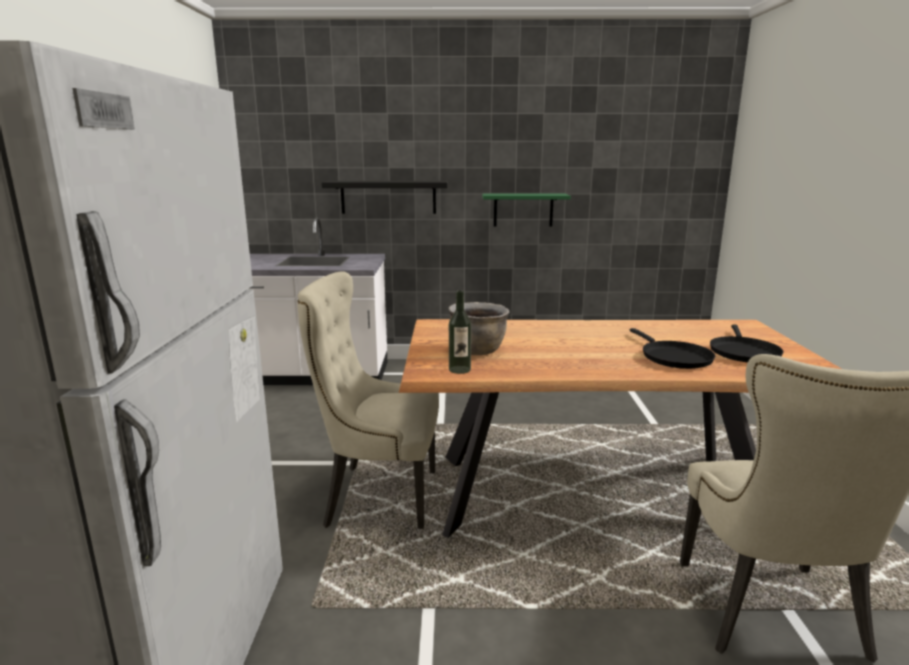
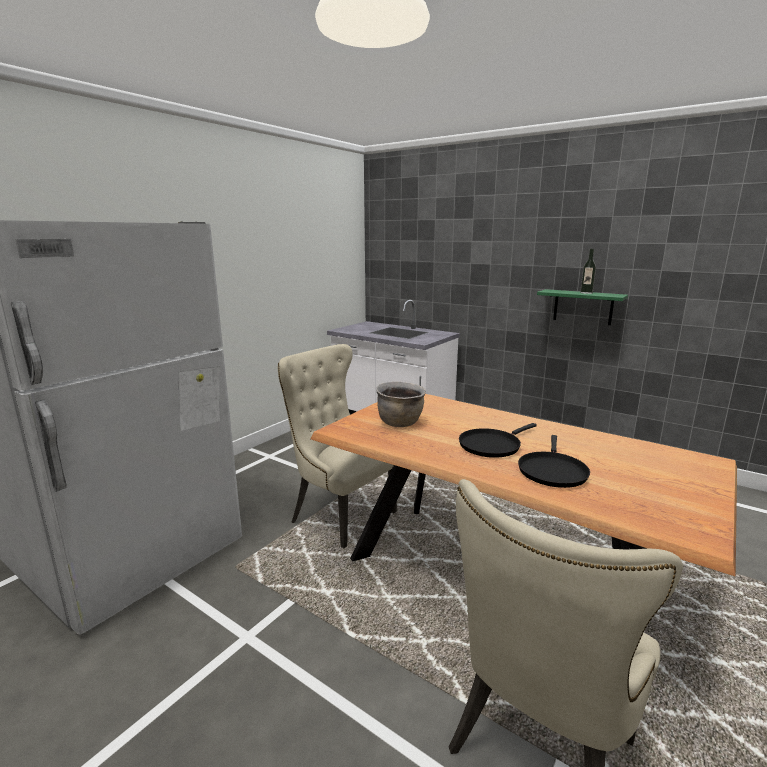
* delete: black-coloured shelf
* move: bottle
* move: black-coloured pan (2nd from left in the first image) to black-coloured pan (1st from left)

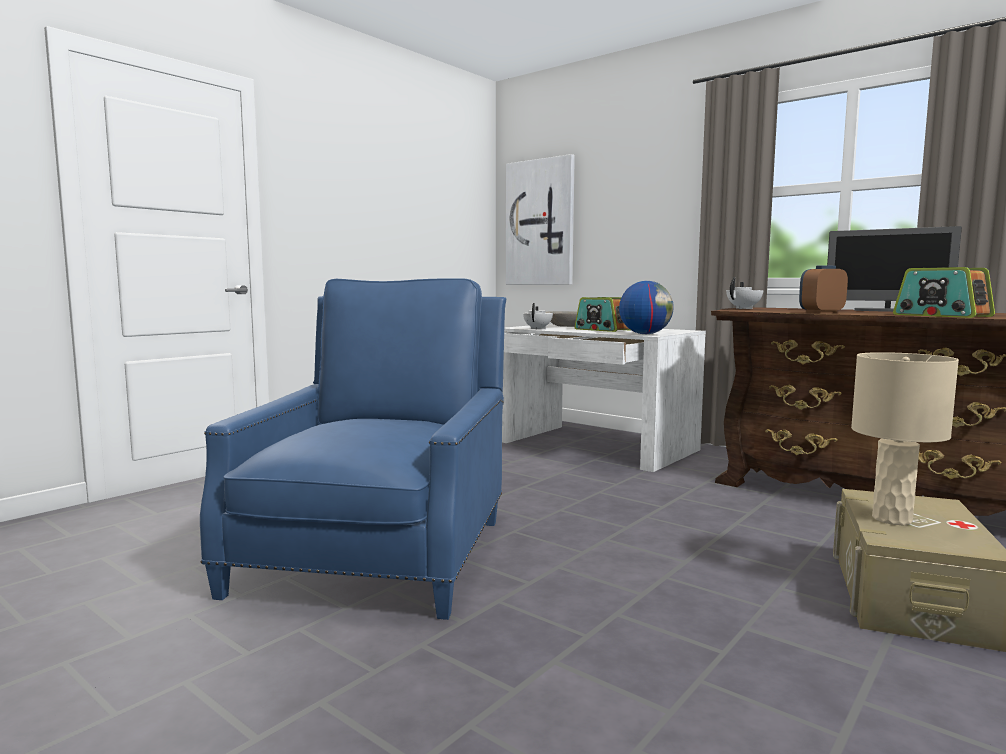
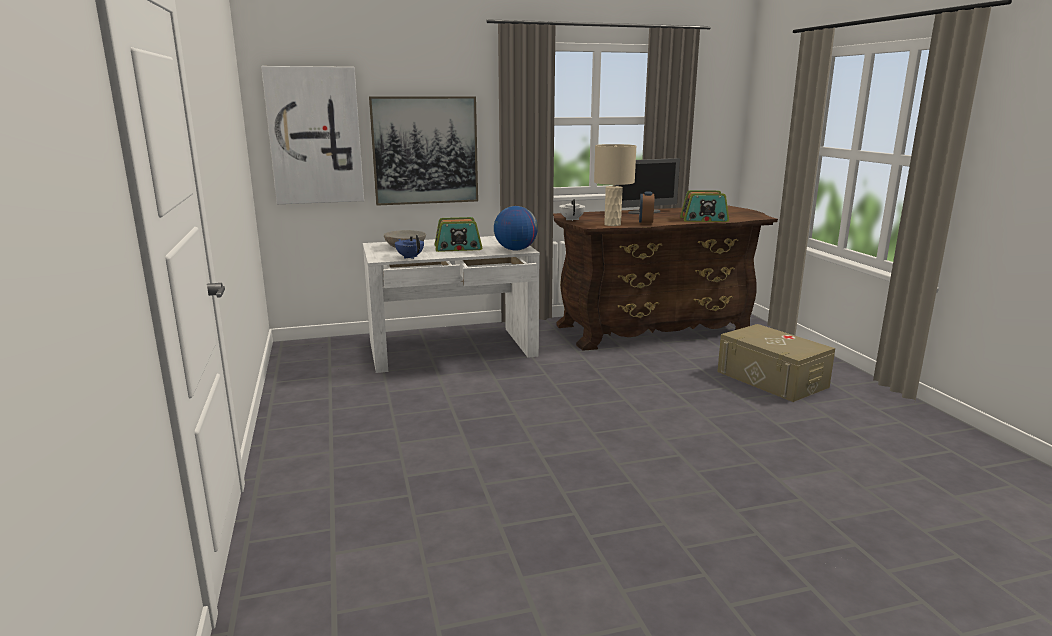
* delete: bluish easy chair
* insert: wall picture (2nd from left)
* move: sand-coloured table lamp
* recolor: white-coloured teapot (1st from left) to bluish teapot

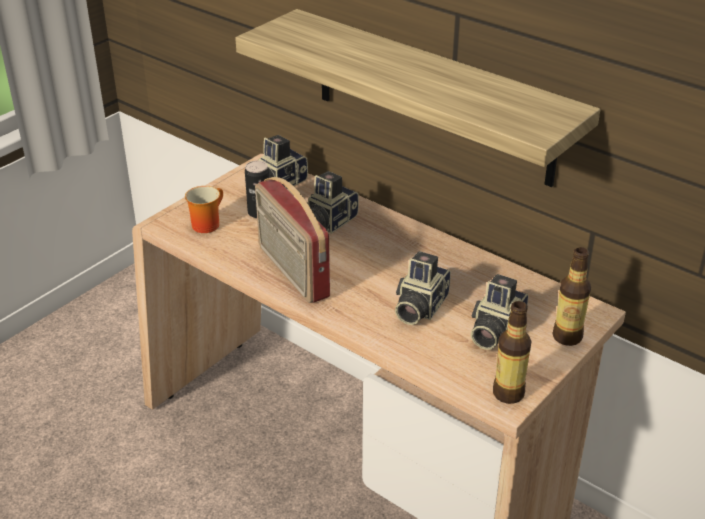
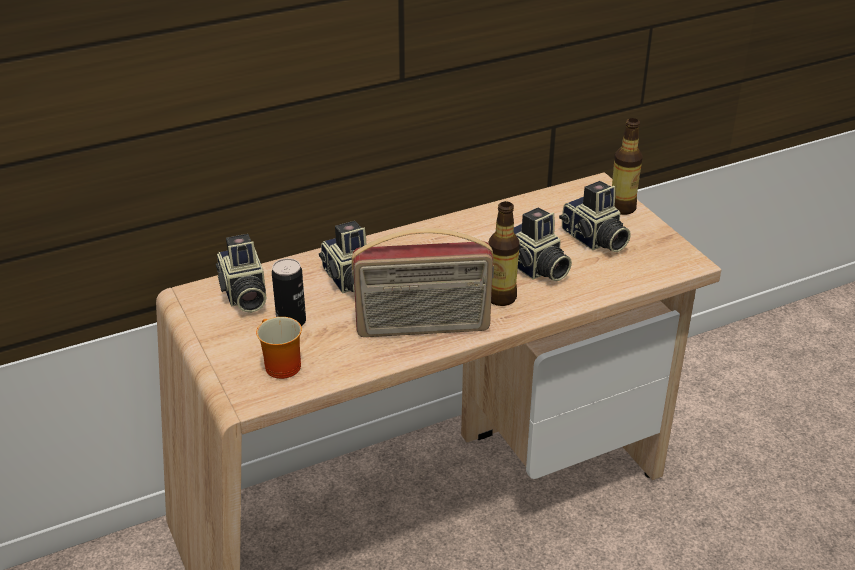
* delete: shelf
* move: bottle (1st from left)

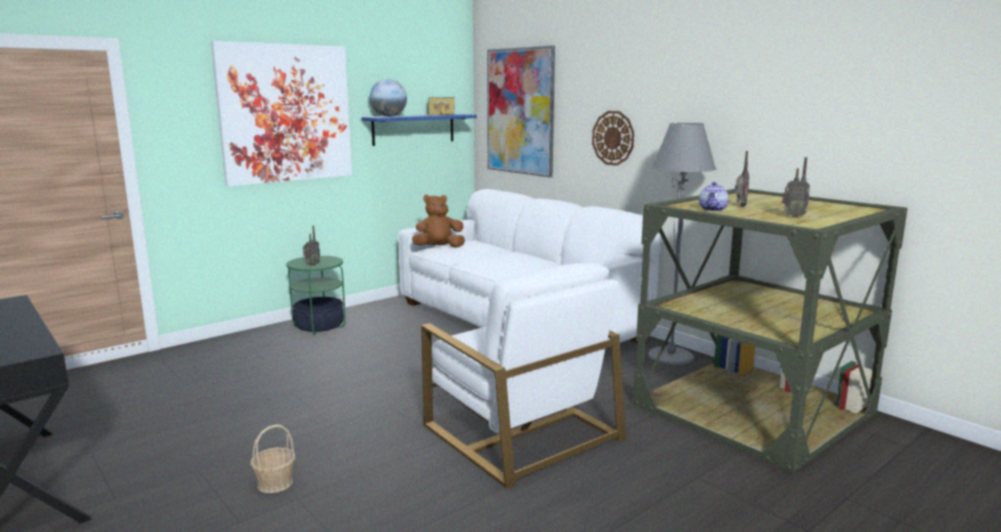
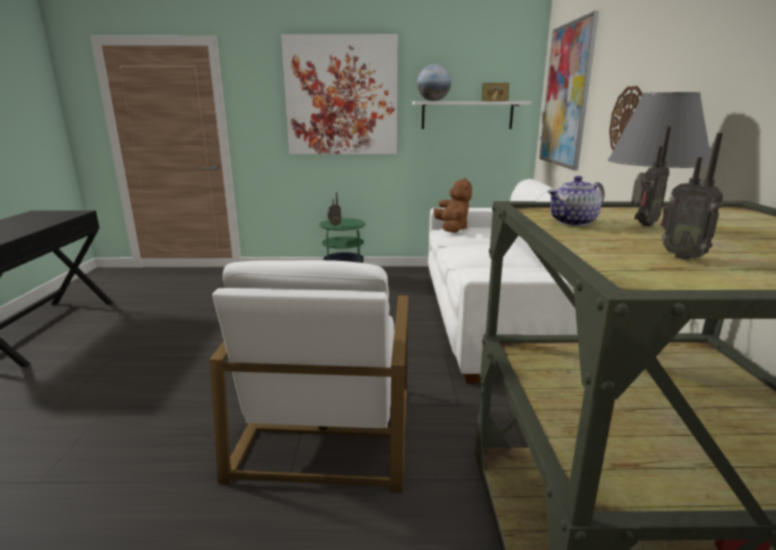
* delete: storage basket
* recolor: bluish shelf to white-coloured shelf
* rotate: brownish plush toy 60 degrees clockwise

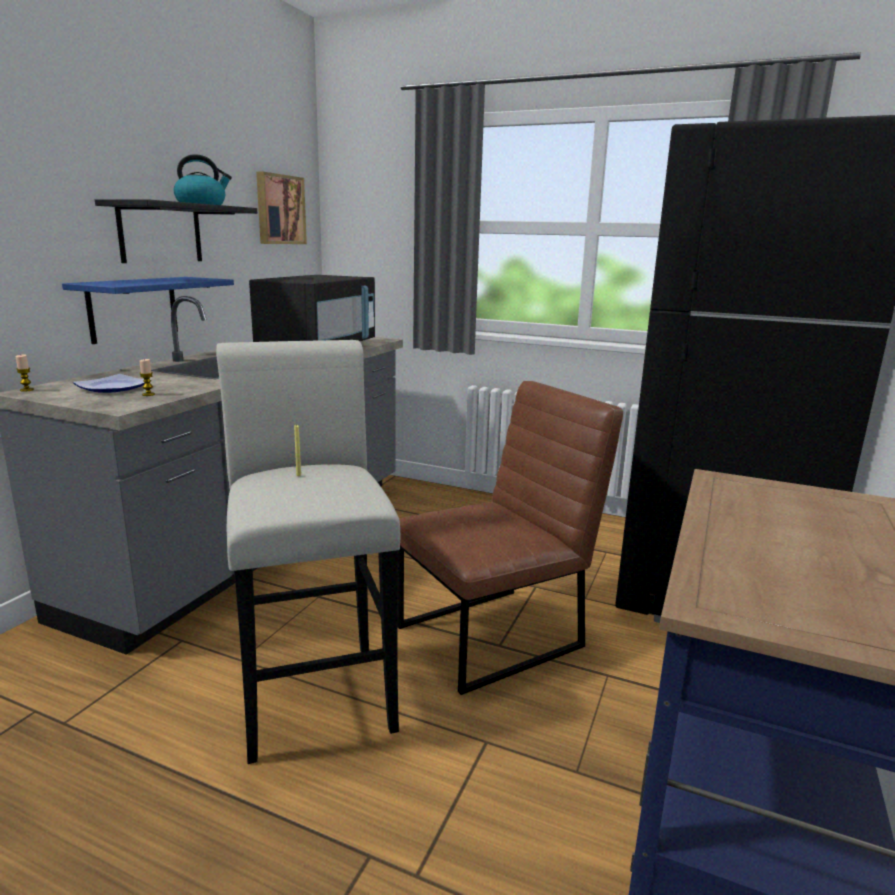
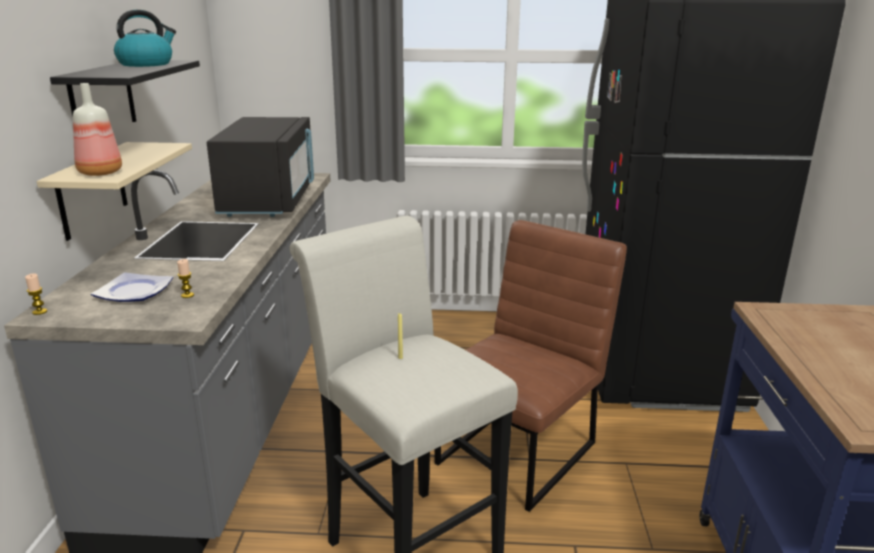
* delete: wall picture
* insert: bottle
* recolor: bluish shelf to sand-coloured shelf

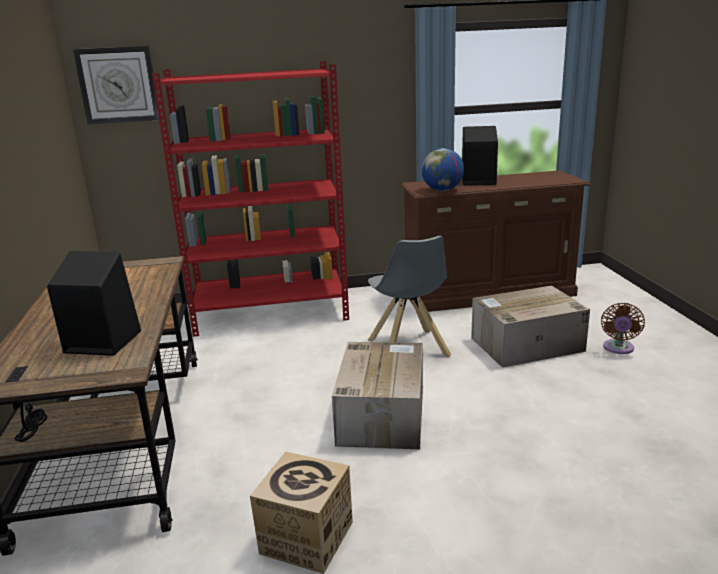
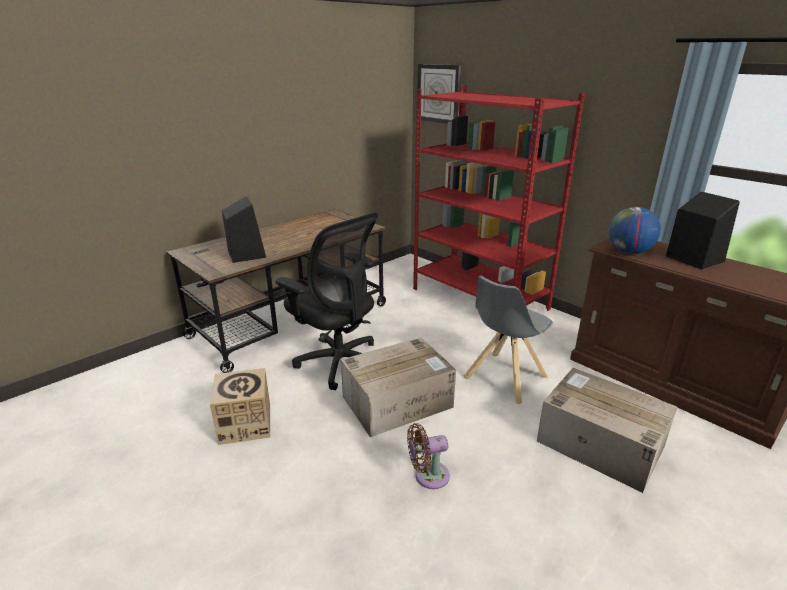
* insert: black-coloured computer chair
* move: brownish electric fan

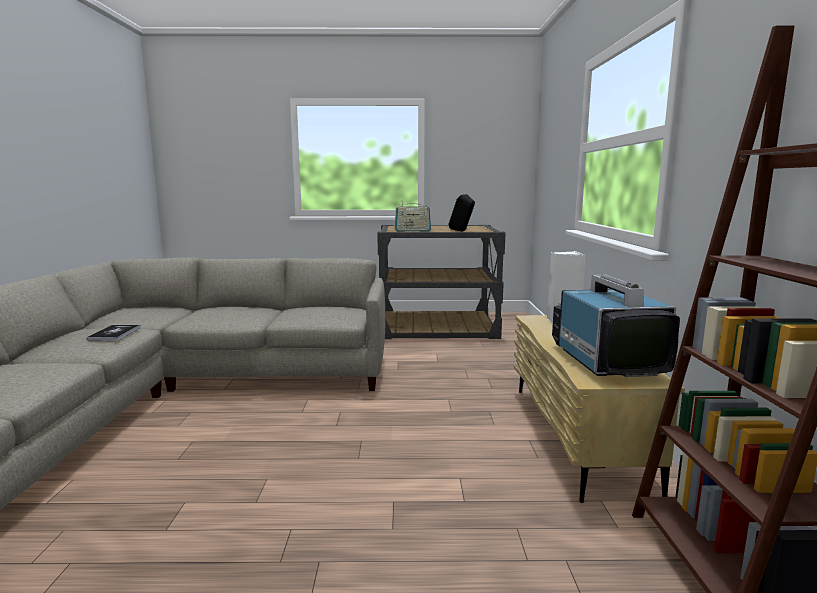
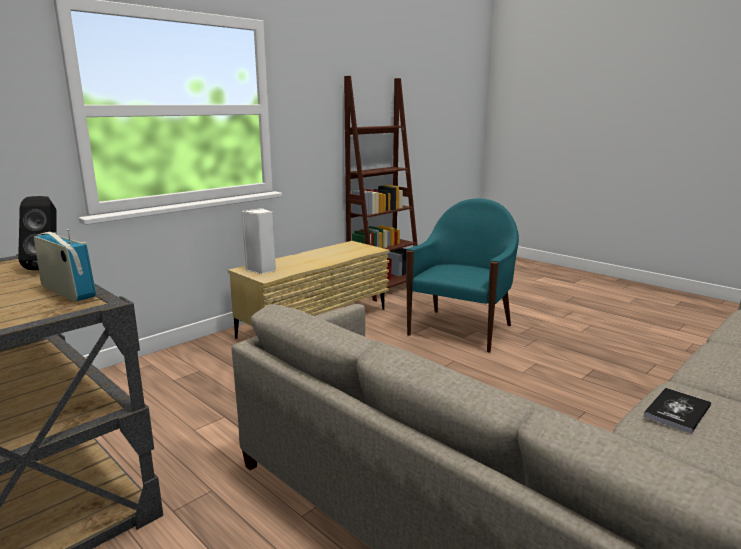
* delete: television
* insert: turquoise-coloured easy chair

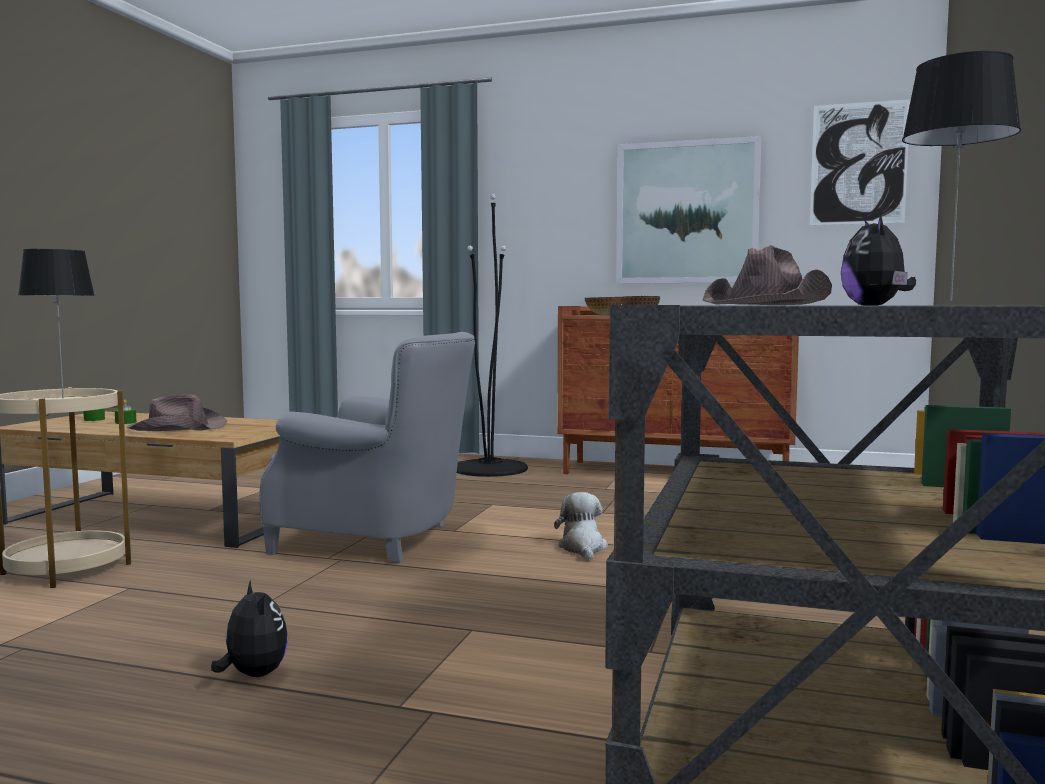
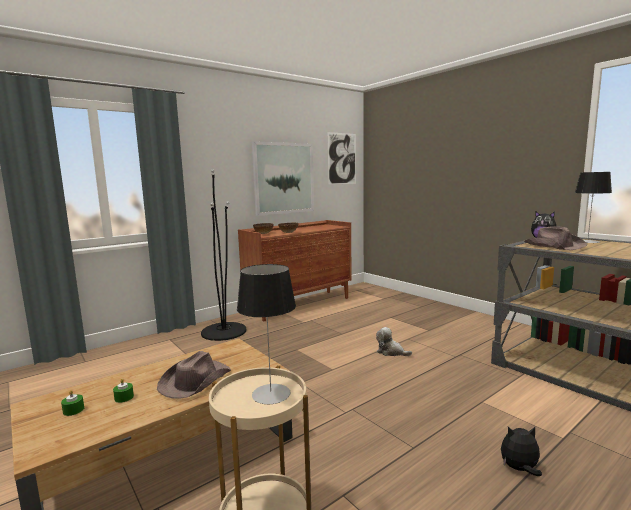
* delete: greyish easy chair

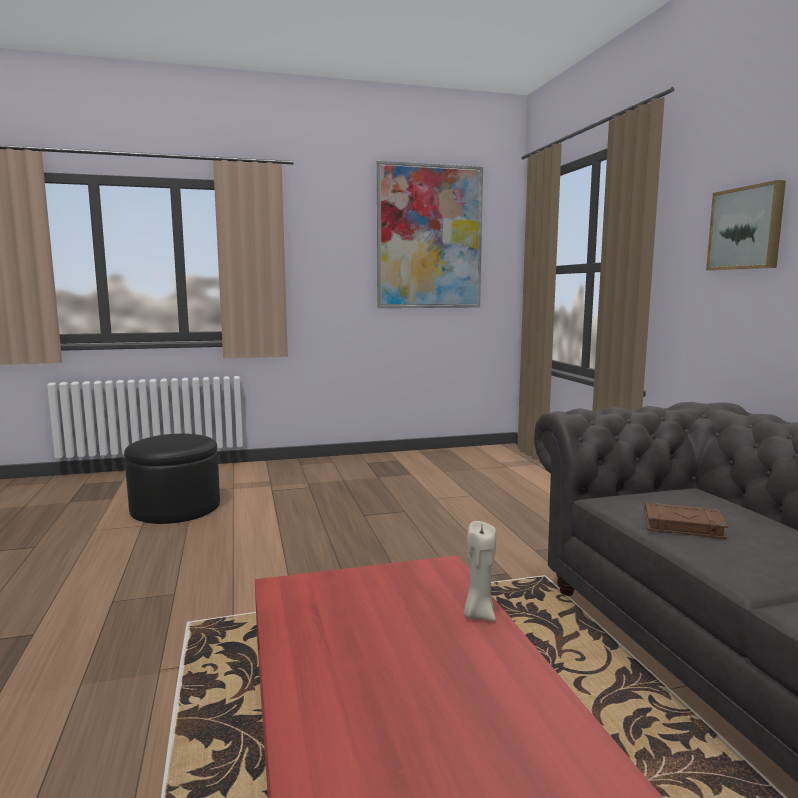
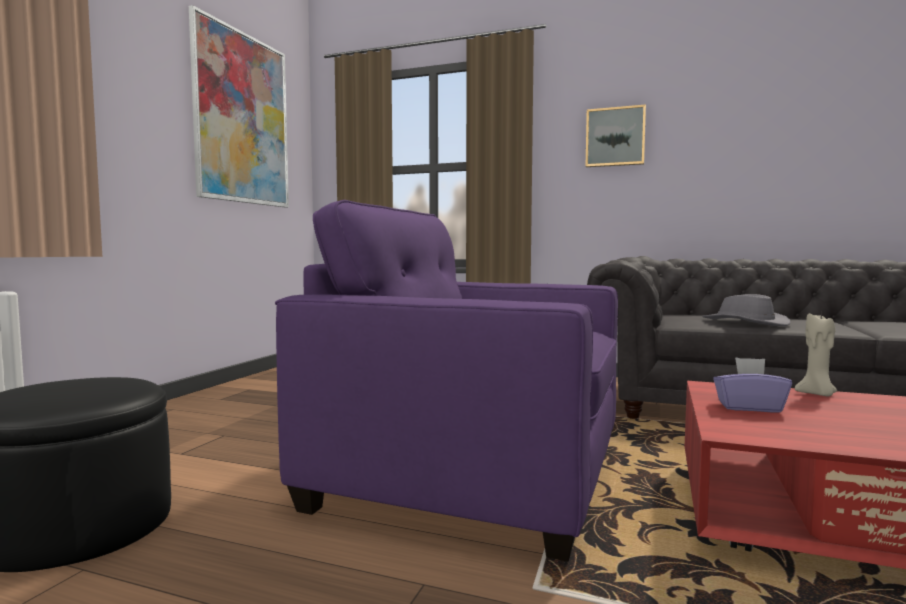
* insert: purple easy chair
* insert: purple tissue holder
* replace: brownish book to greyish clothing hat

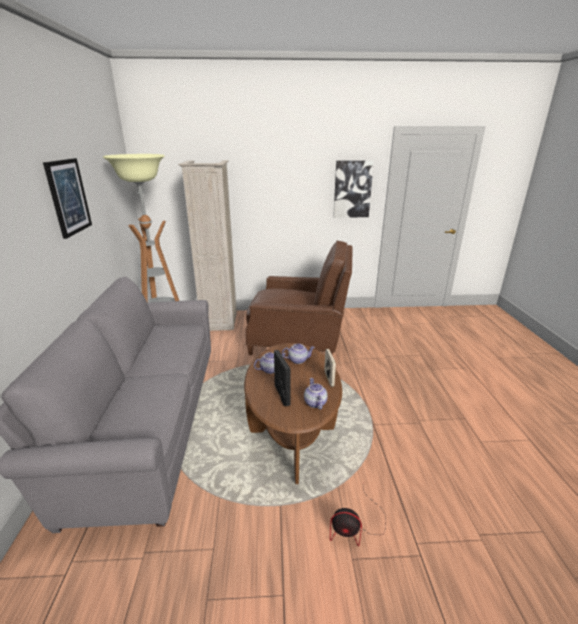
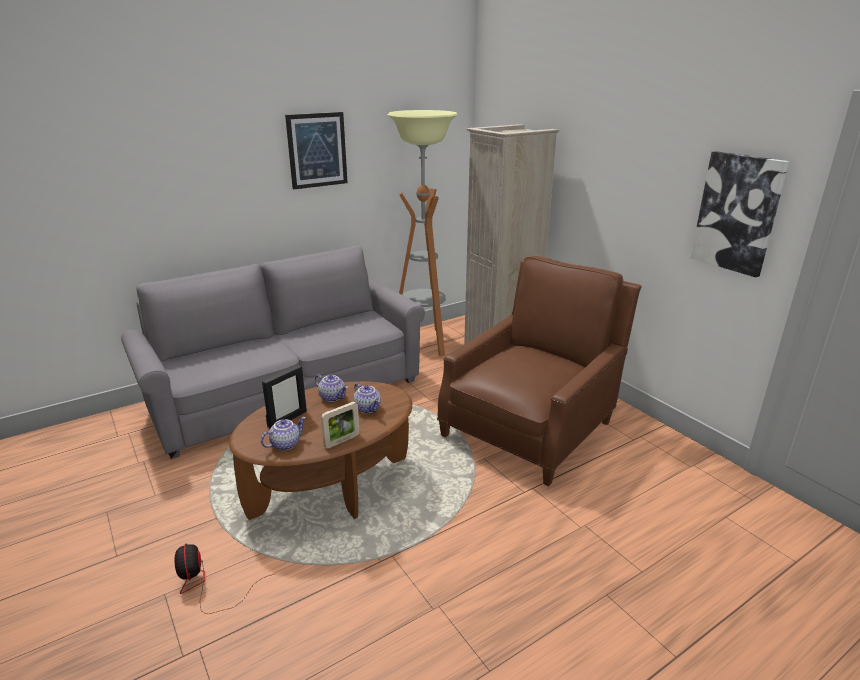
* rotate: brownish easy chair 120 degrees counterclockwise

